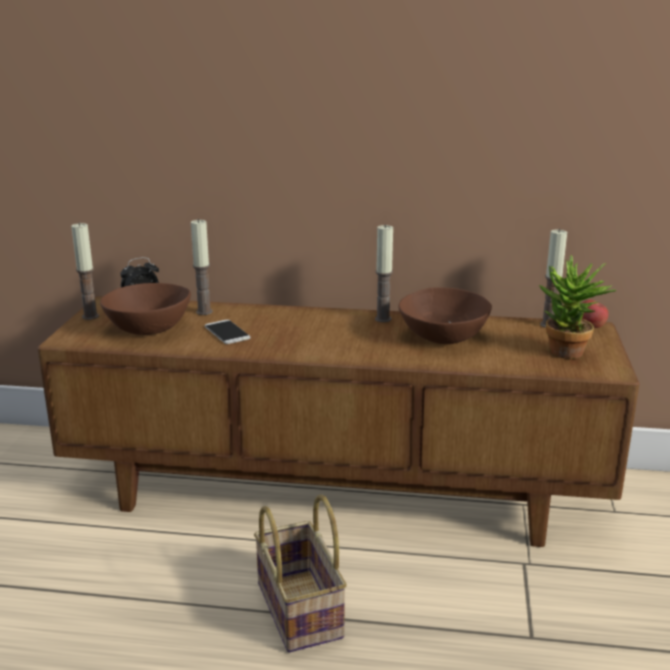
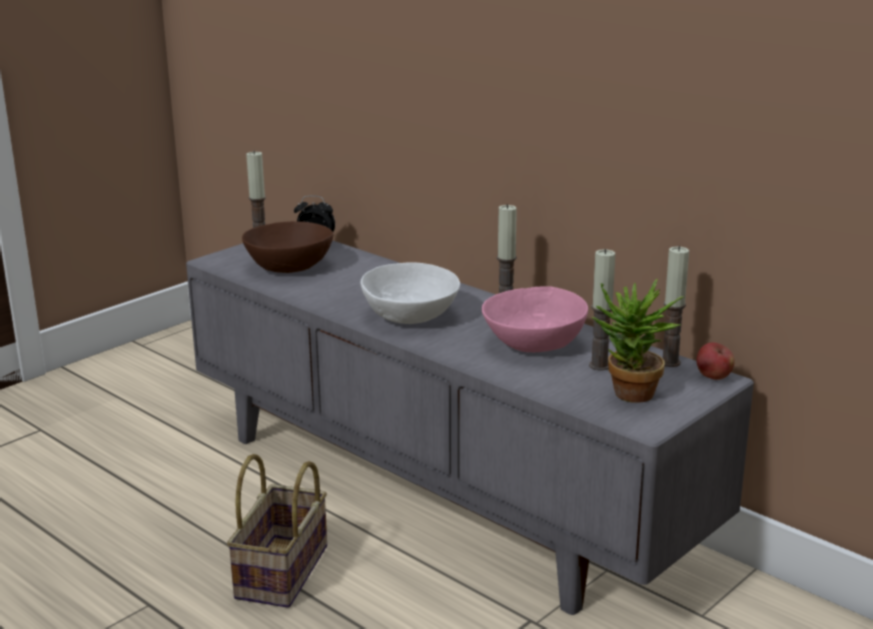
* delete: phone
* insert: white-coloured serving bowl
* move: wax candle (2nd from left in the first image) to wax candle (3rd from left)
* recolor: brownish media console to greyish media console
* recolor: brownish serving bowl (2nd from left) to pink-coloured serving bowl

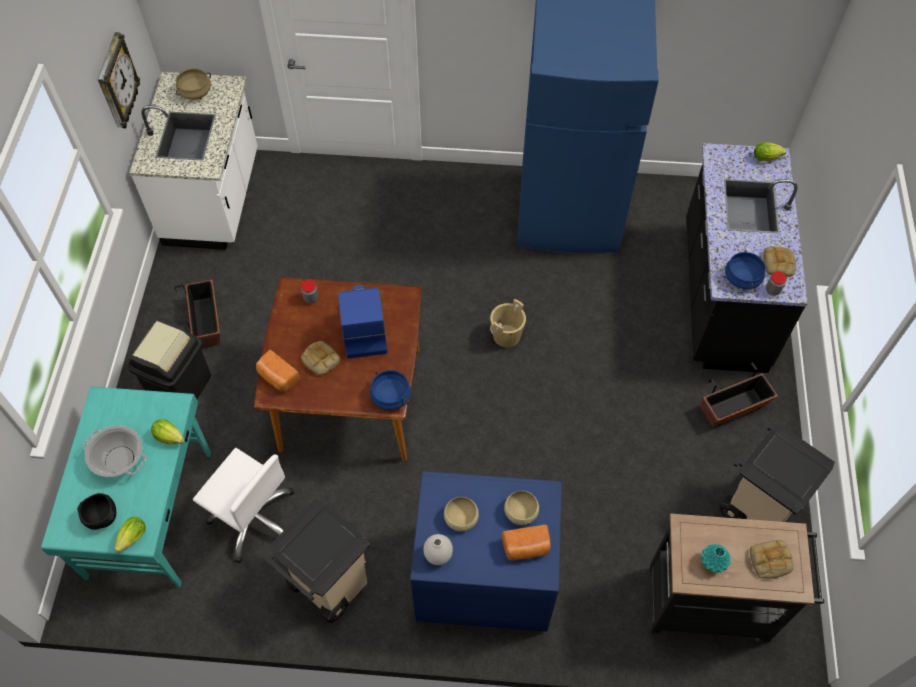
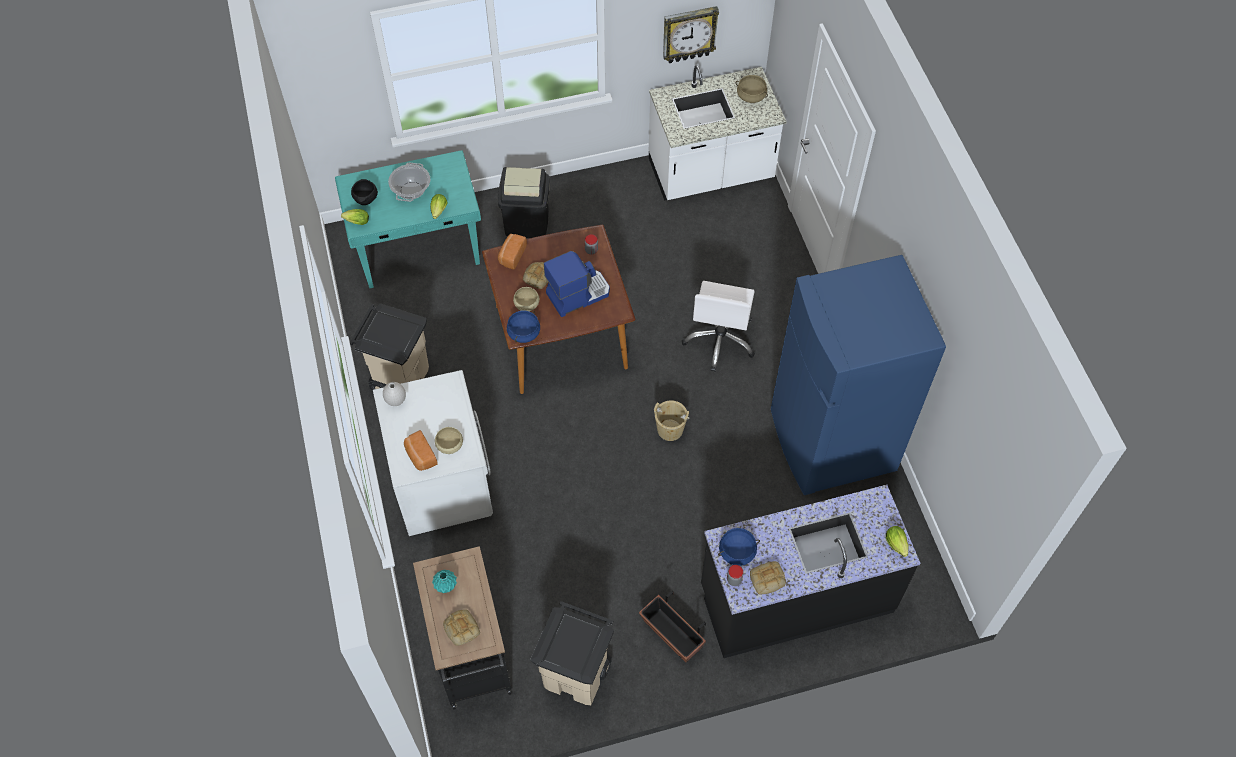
* delete: plant pot (1st from left)
* move: white-coloured computer chair
* move: sand-coloured serving bowl (1st from left in the first image) to sand-coloured serving bowl (2nd from left)
* recolor: bluish laundry appliance to white-coloured laundry appliance

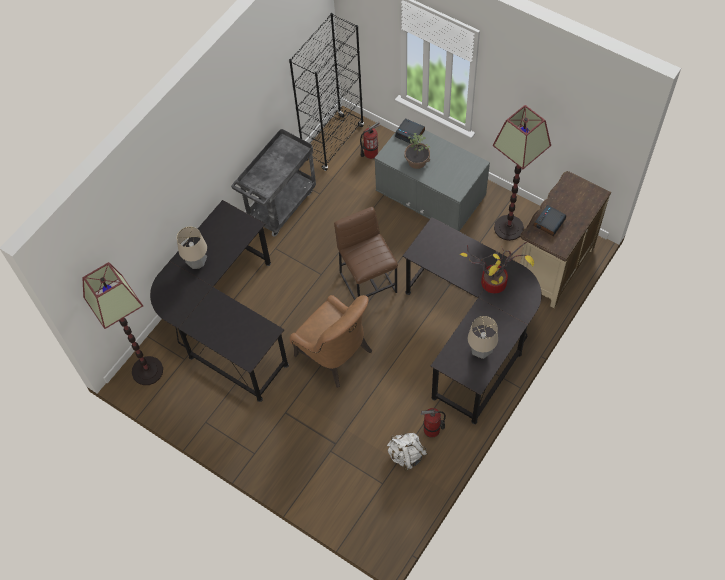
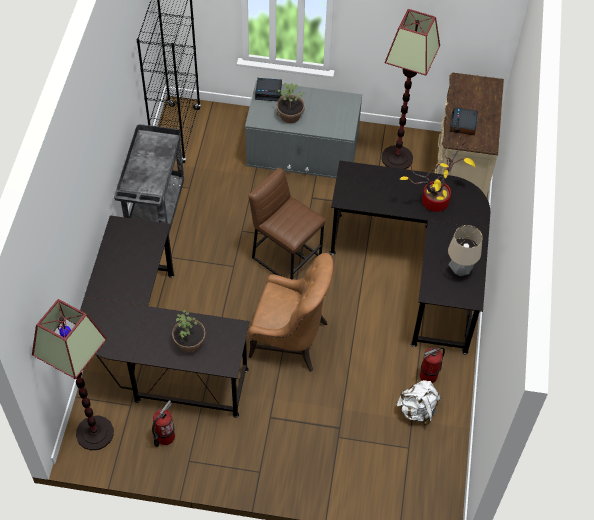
* delete: table lamp (1st from left)
* insert: potted plant (1st from left)
* move: fire-fighting cylinder (1st from left)

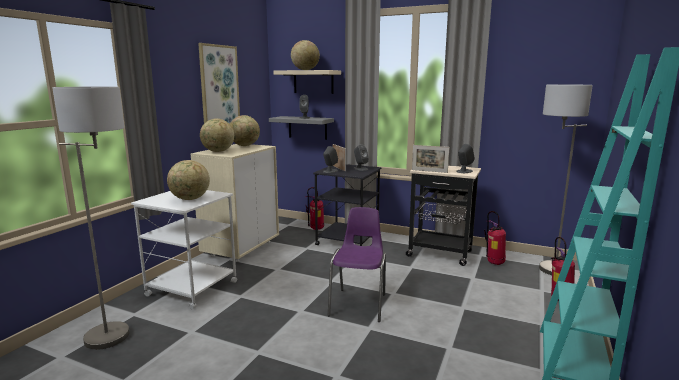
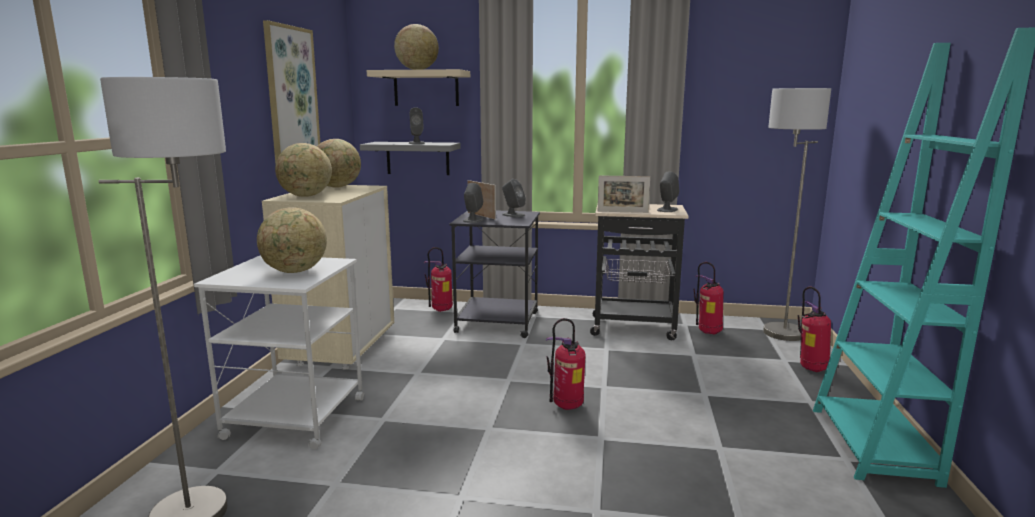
* replace: purple upright chair to fire-fighting cylinder (2nd from left)

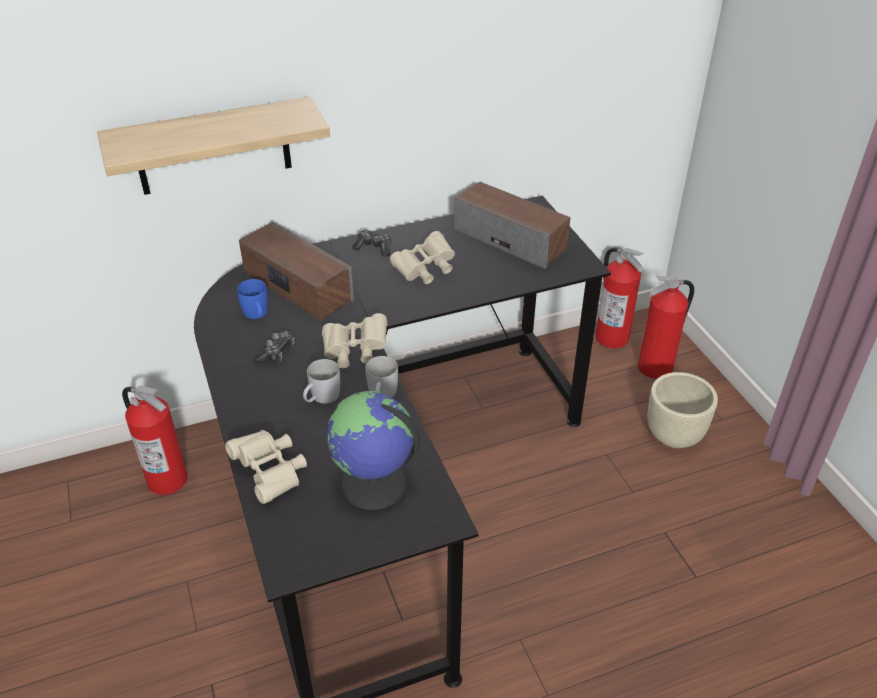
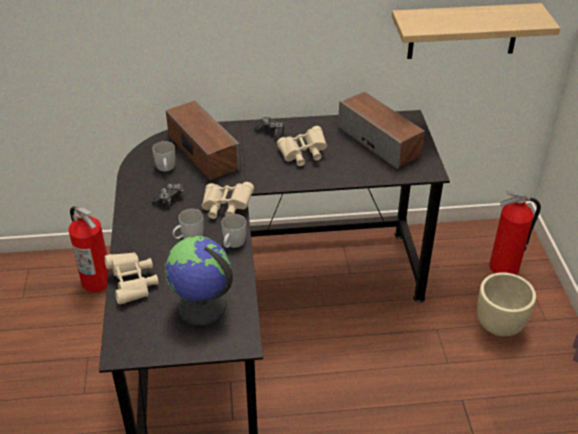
* delete: fire-fighting cylinder (2nd from left)
* move: shelf
* recolor: bluish tea mug to white-coloured tea mug (1st from left)

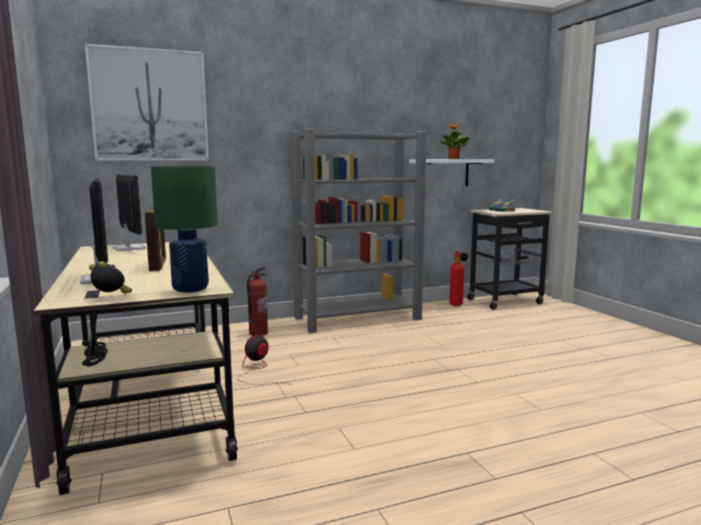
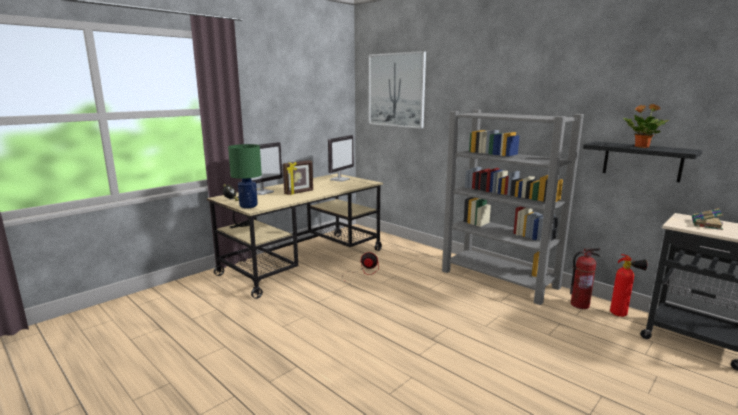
* move: fire-fighting cylinder (1st from left)
* recolor: white-coloured shelf to black-coloured shelf

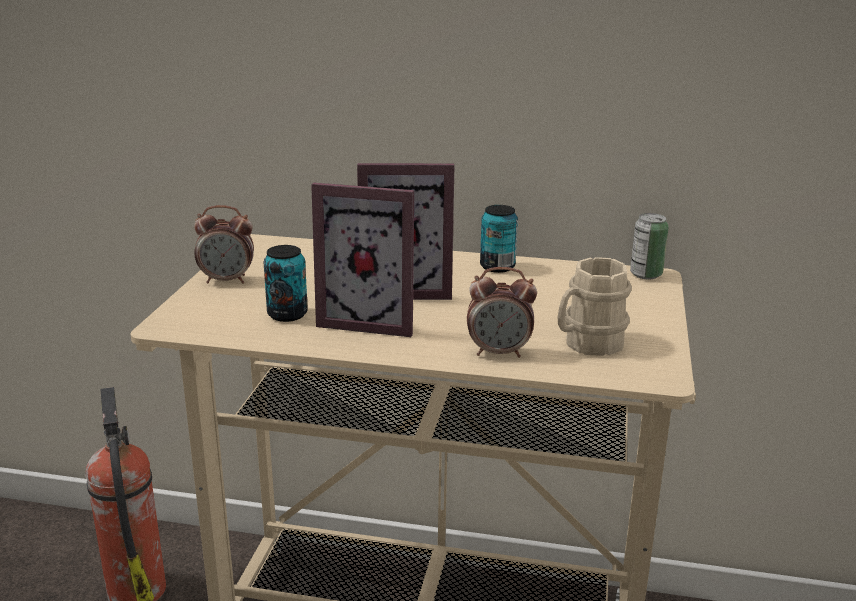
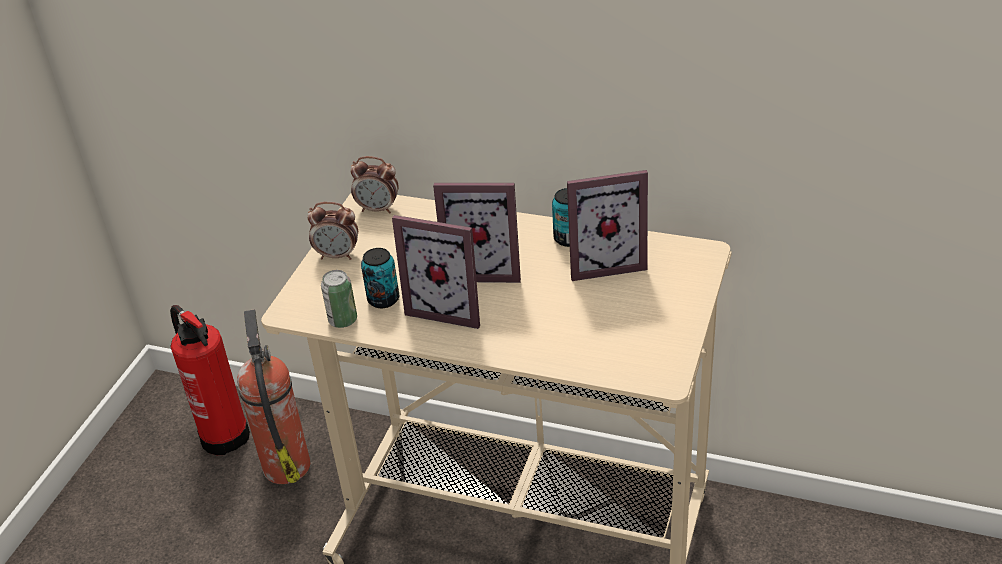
* delete: sand-coloured tea mug
* insert: fire-fighting cylinder (1st from left)
* insert: photo frame (3rd from left)
* move: table clock (2nd from left)
* move: can (3rd from left in the first image) to can (1st from left)

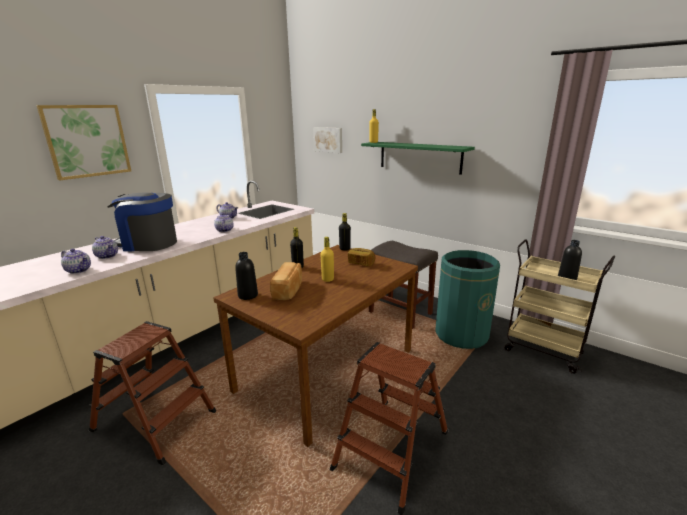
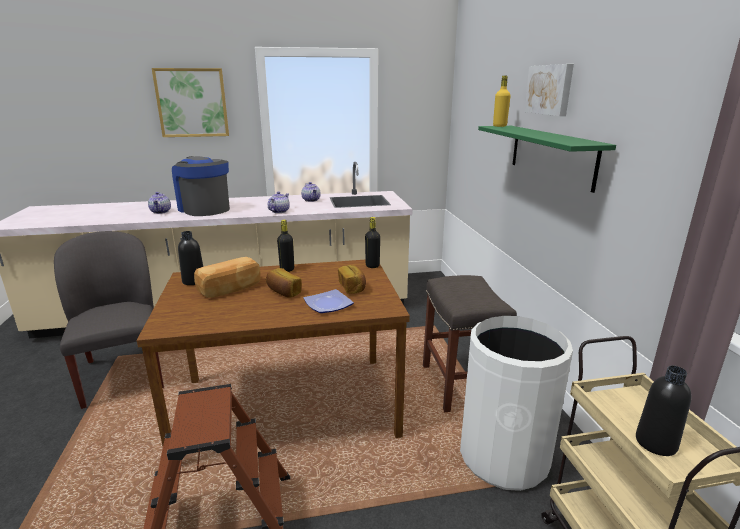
* delete: teapot (1st from left)
* insert: flat dish
* move: wall picture (2nd from left)
* replace: brownish step ladder (1st from left) to greyish upright chair
* replace: yellowish bottle (1st from left) to baked bread (2nd from left)
* recolor: green trash can to white-coloured trash can

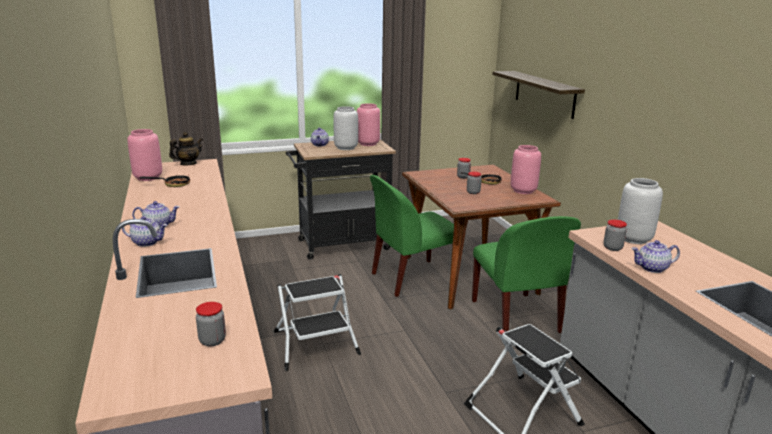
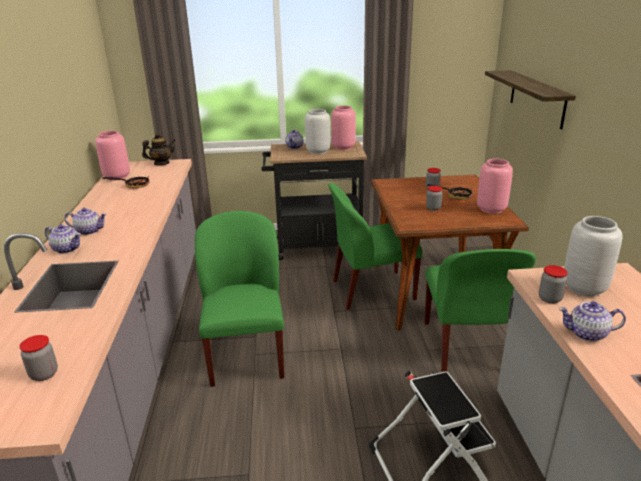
* replace: step ladder (1st from left) to green upright chair (1st from left)

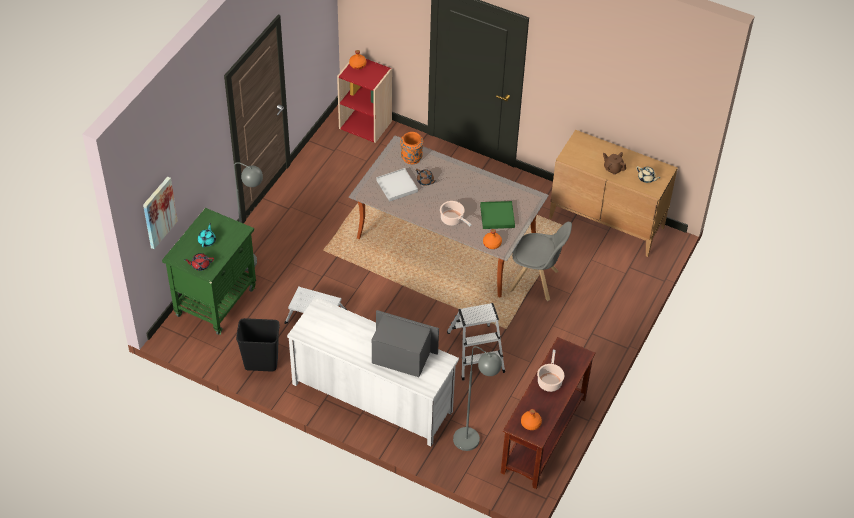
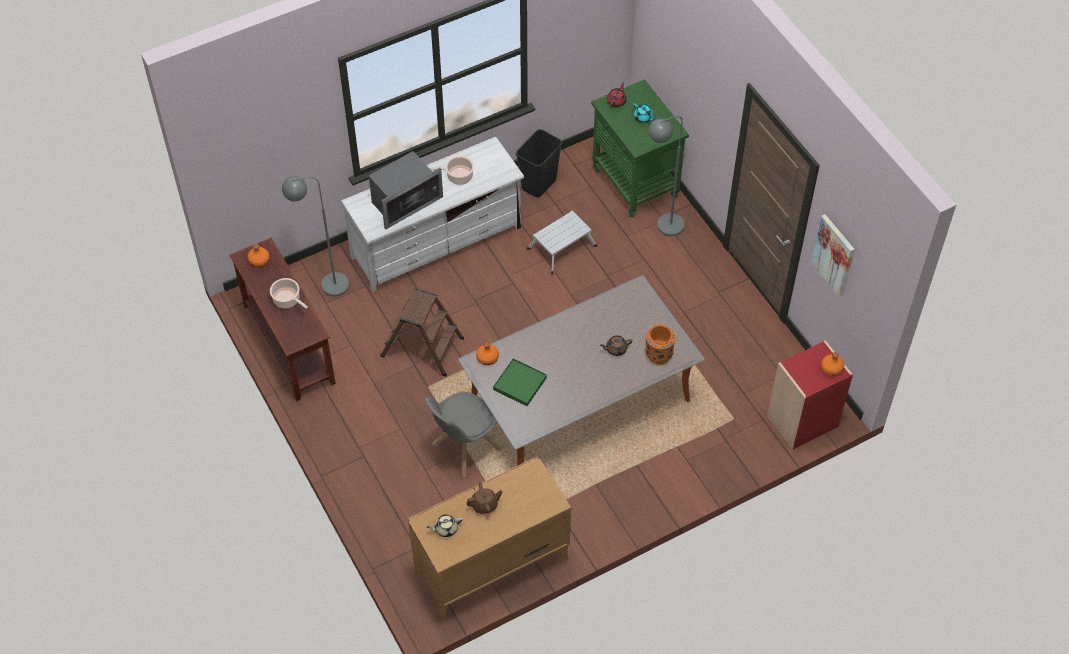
* delete: white-coloured serving tray
* move: wall picture
* move: stockpot (1st from left in the first image) to stockpot (2nd from left)
* recolor: white-coloured step ladder (2nd from left) to brownish step ladder

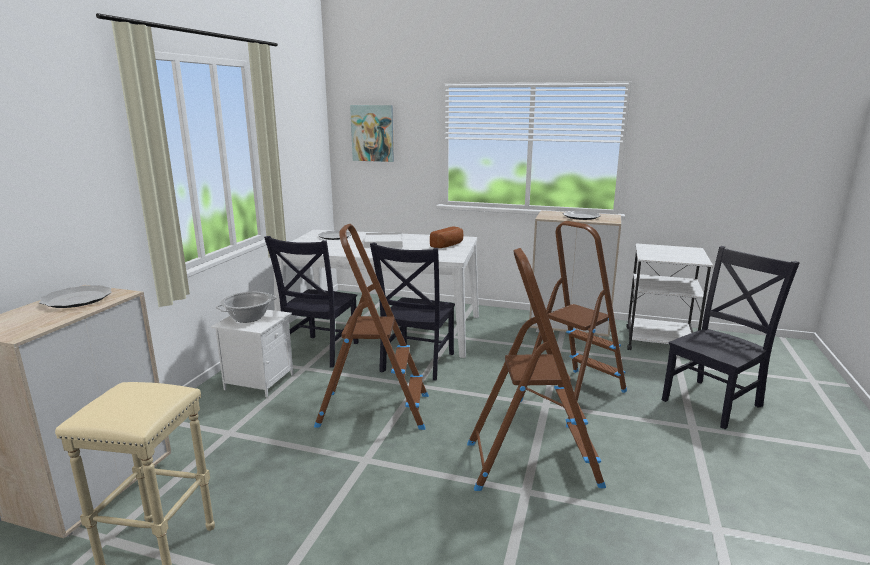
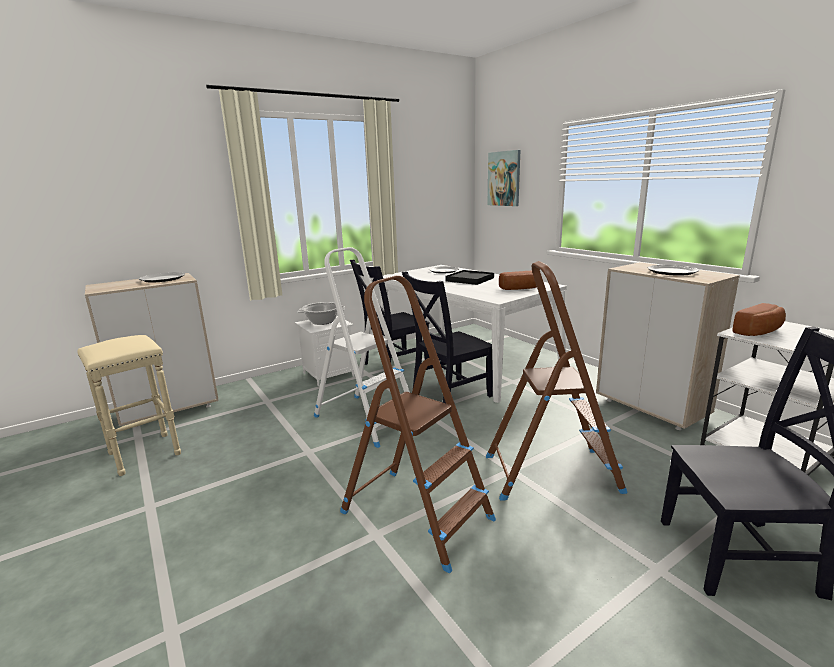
* insert: baked bread (2nd from left)
* recolor: brownish step ladder (1st from left) to white-coloured step ladder
* recolor: white-coloured serving tray to black-coloured serving tray

